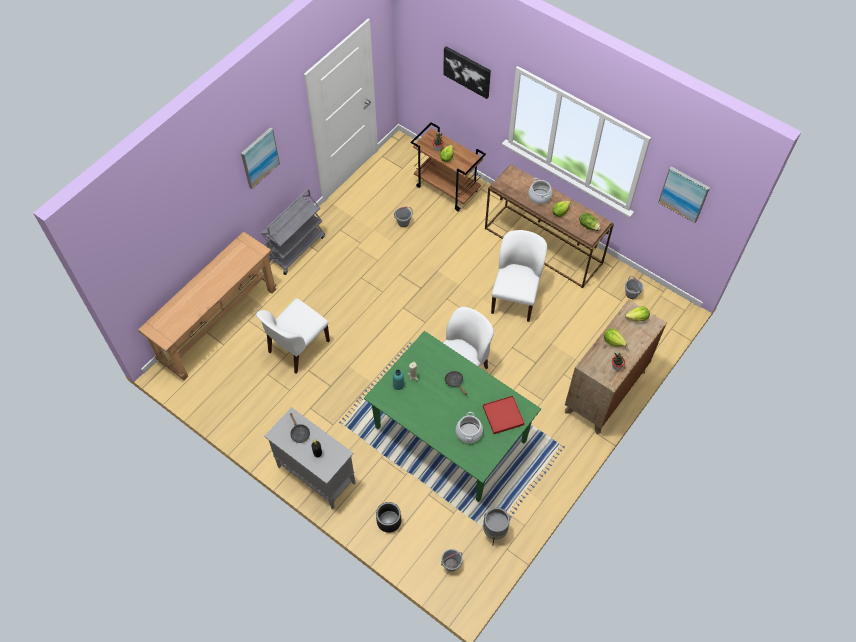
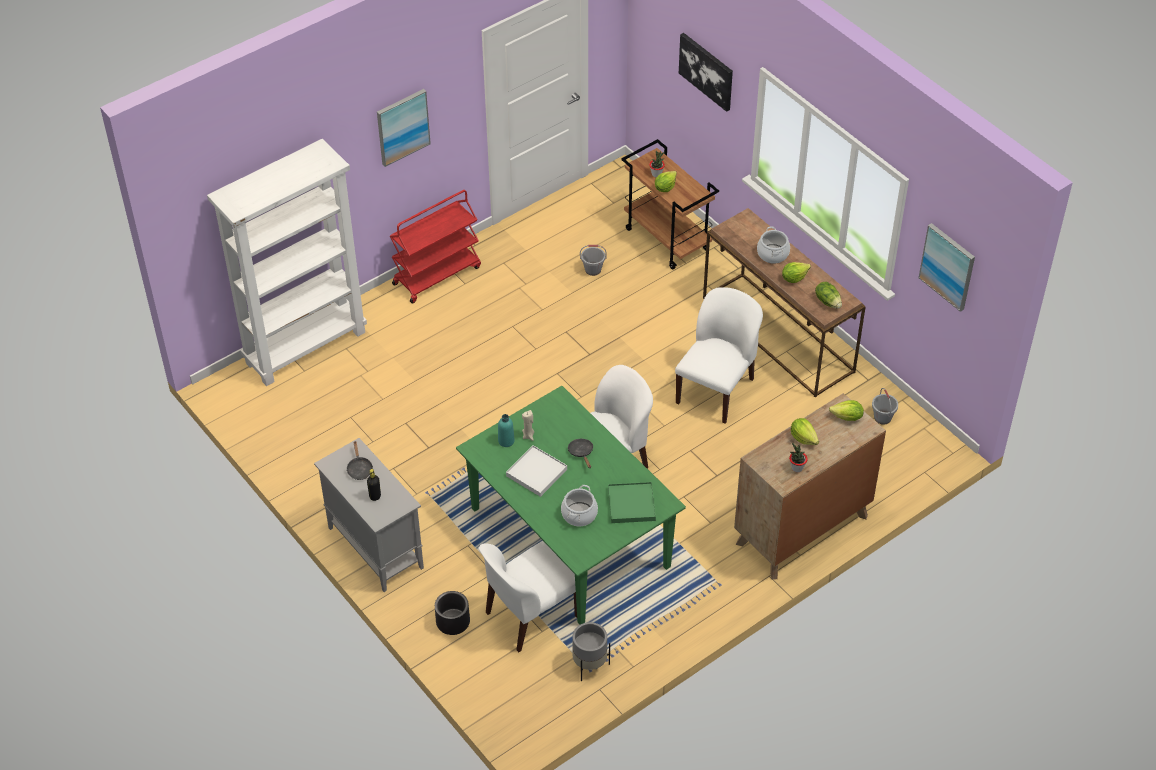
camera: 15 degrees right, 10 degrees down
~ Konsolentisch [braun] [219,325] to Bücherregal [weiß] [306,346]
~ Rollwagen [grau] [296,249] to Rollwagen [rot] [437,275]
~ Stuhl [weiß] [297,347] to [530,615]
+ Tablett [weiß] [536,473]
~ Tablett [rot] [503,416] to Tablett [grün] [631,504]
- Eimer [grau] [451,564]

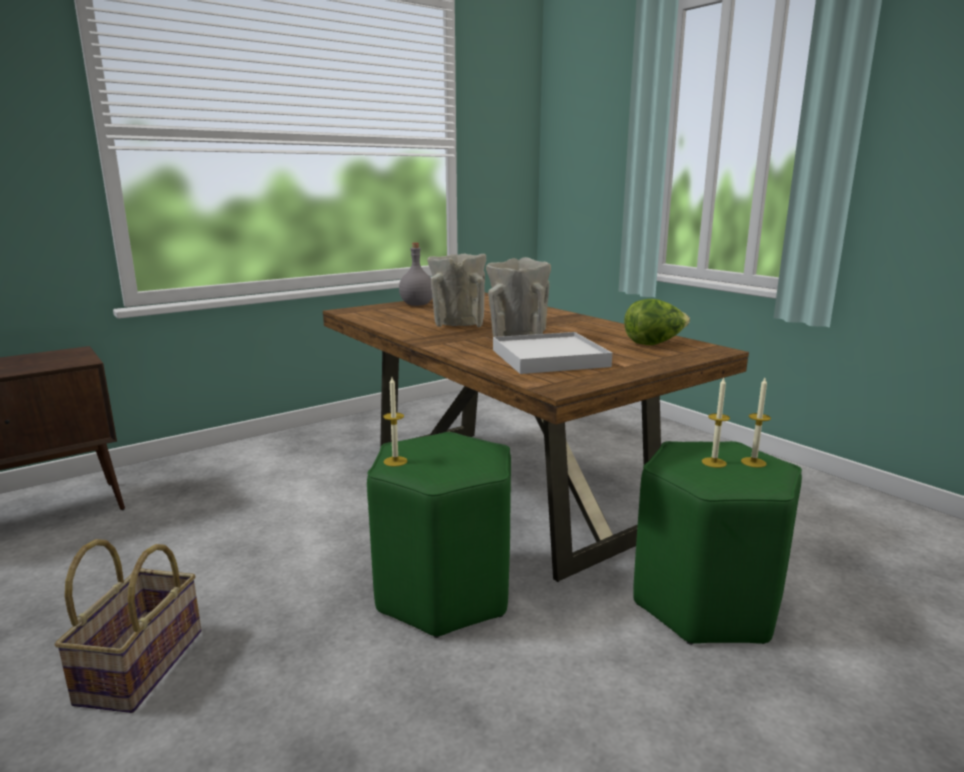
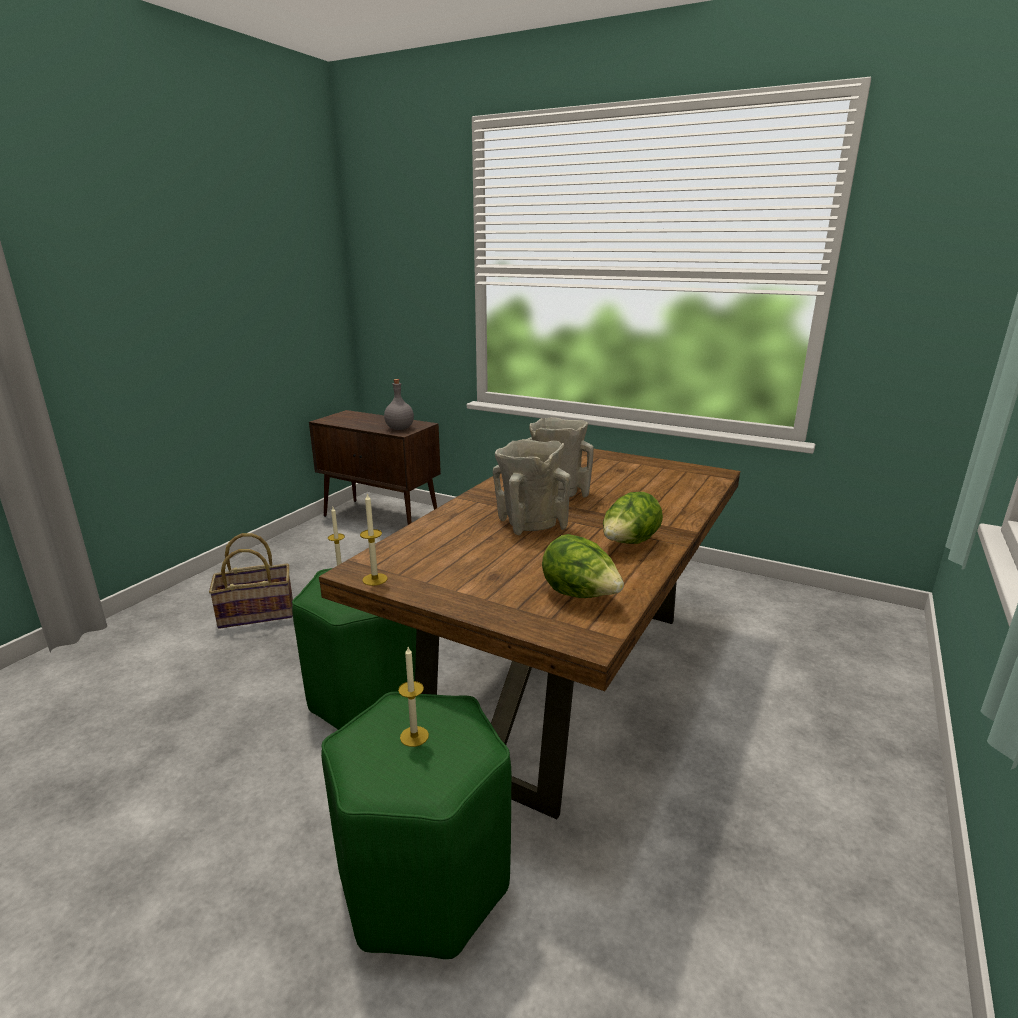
camera: 65 degrees right, 5 degrees up
~ Kerze [753,462] to [375,579]
~ Flasche [grau] [417,305] to [399,429]
+ Salatkopf [629,544]
- Tablett [weiß] [549,358]

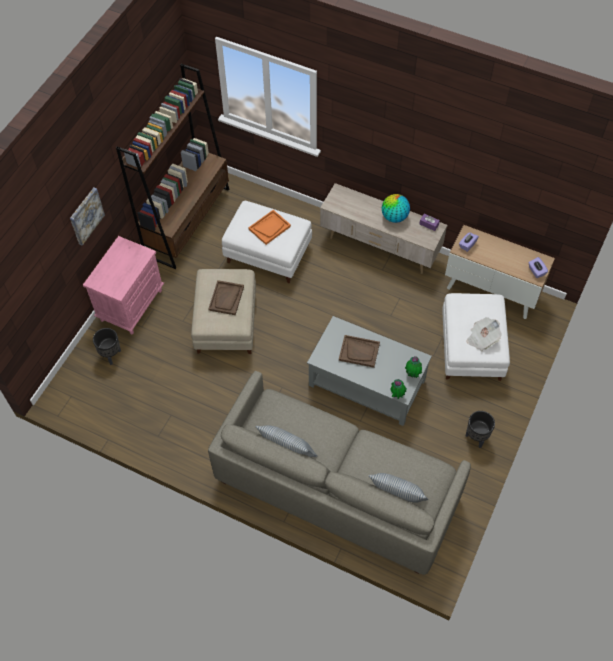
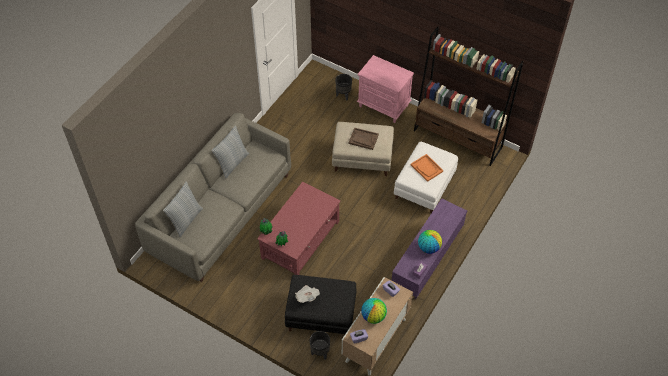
camera: 95 degrees right, 5 degrees down
~ Couchtisch [grau] [366,382] to Couchtisch [rot] [301,239]
~ Polsterhocker [weiß] [471,349] to Polsterhocker [schwarz] [320,315]
~ Pflanzkübel [schwarz] [476,437] to [320,352]
+ Globus [373,316]
~ Fernsehschrank [beige] [380,247] to Fernsehschrank [lila] [426,263]
- Bild [86,215]
- Tablett [braun] [359,351]

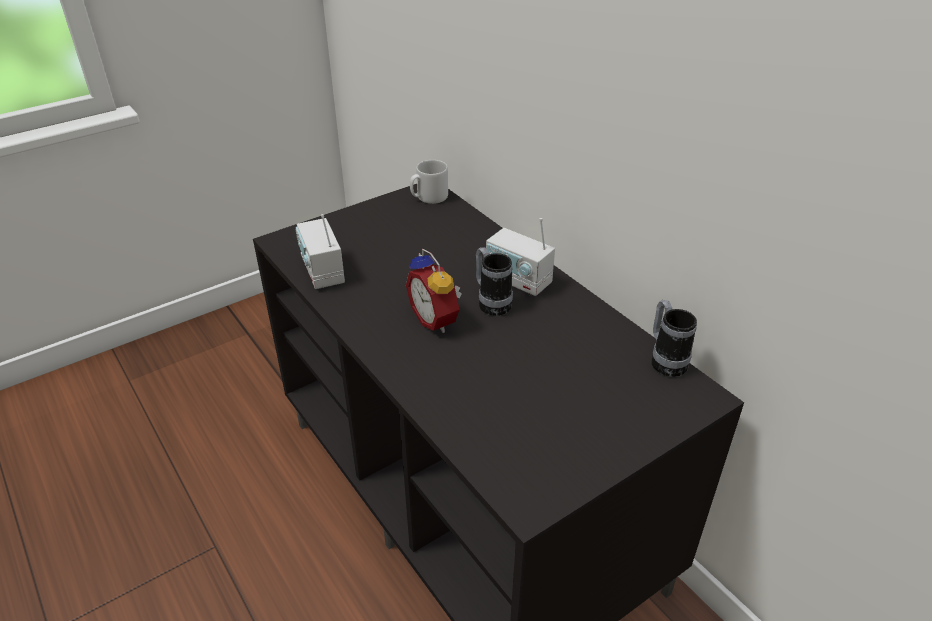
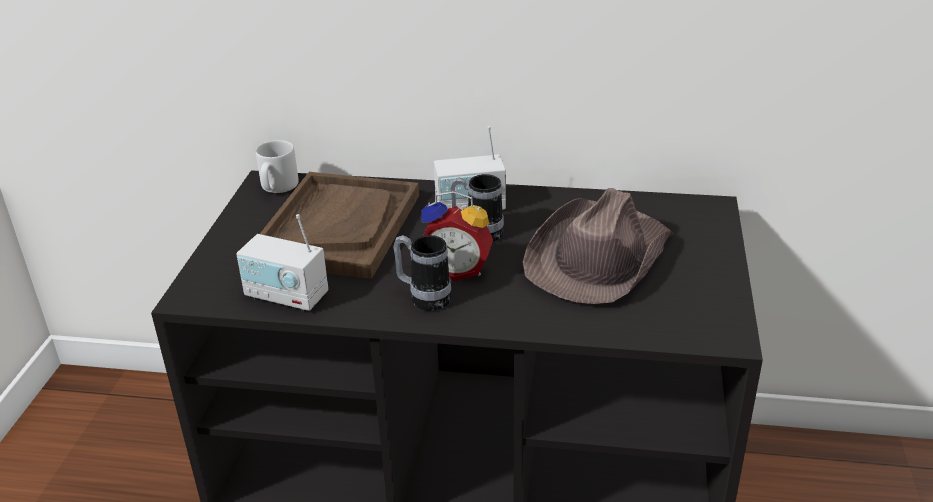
camera: 45 degrees left, 5 degrees down
+ Tablett [braun] [338,227]
~ Henkelbecher [665,360] to [424,298]
+ Hut [braun] [599,257]

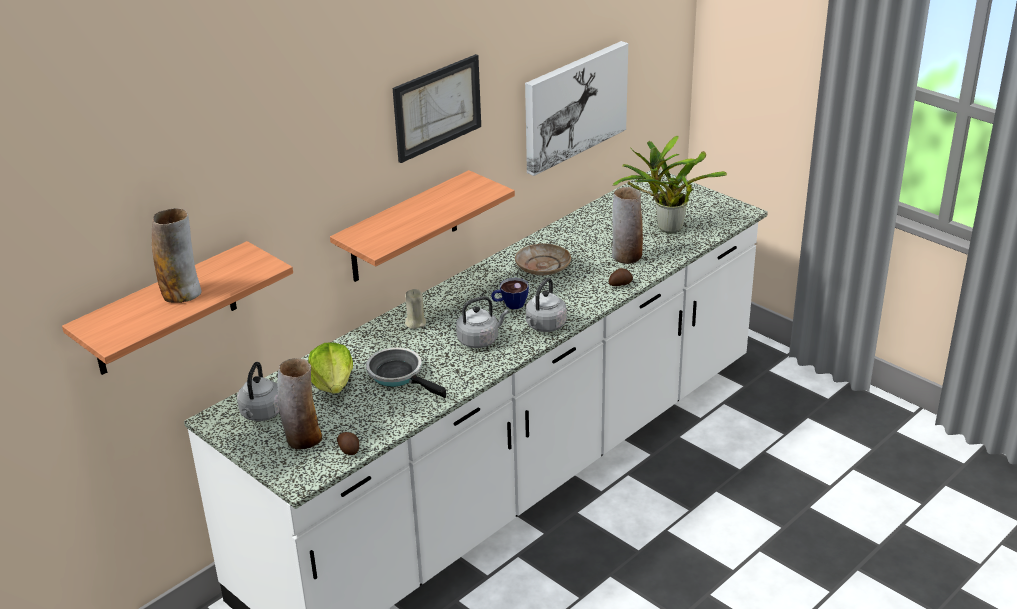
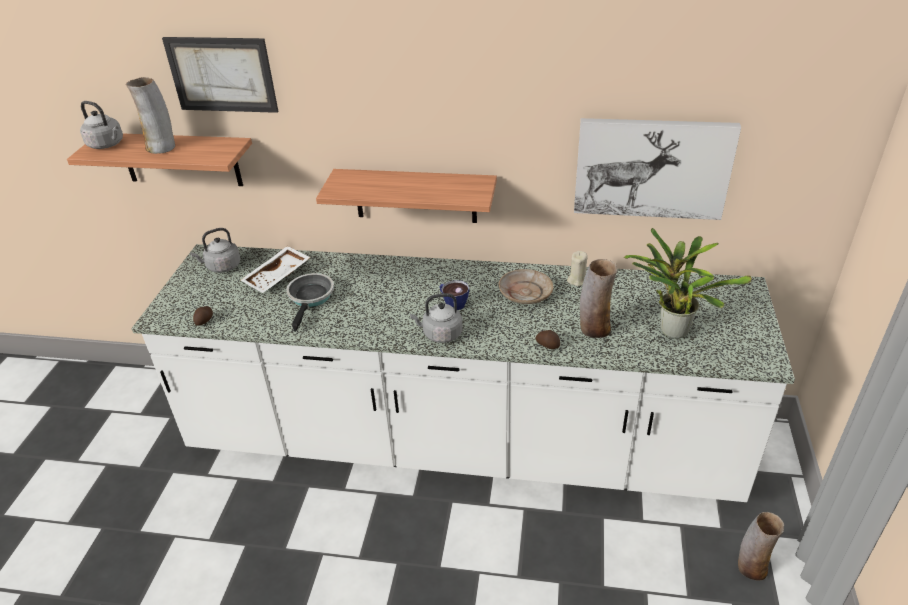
camera: 55 degrees right, 5 degrees up
~ Wasserkessel [grau] [480,340] to [107,145]
~ Bild [437,107] to [222,74]
~ Salatkopf [333,384] to Tablett [weiß] [278,277]
~ Kerze [beige] [415,323] to [577,280]
~ Vase [303,439] to [751,567]

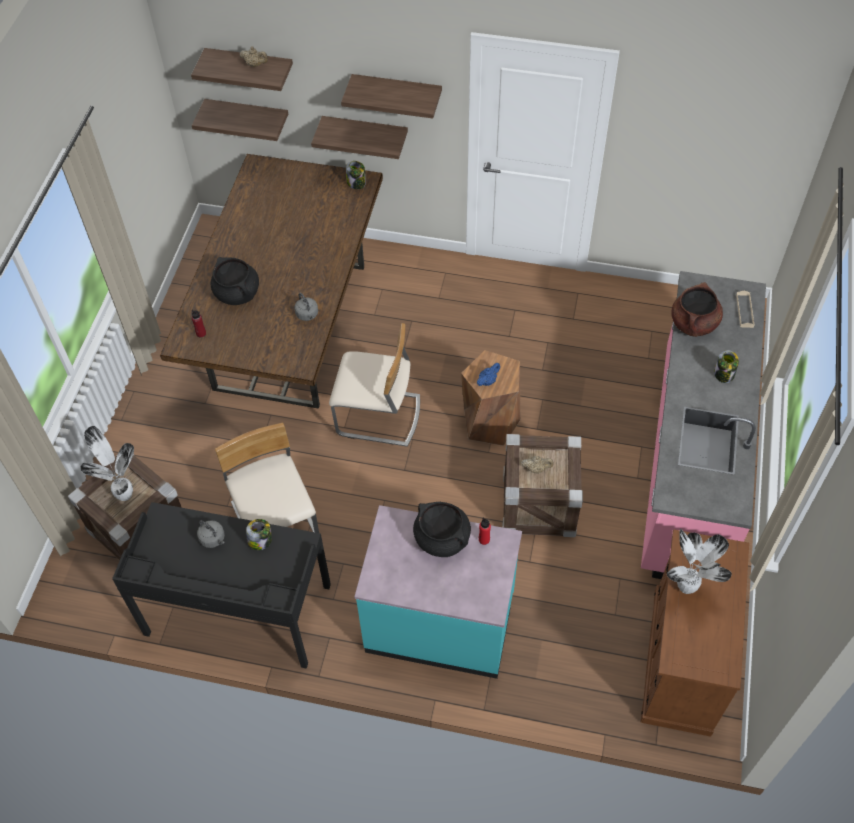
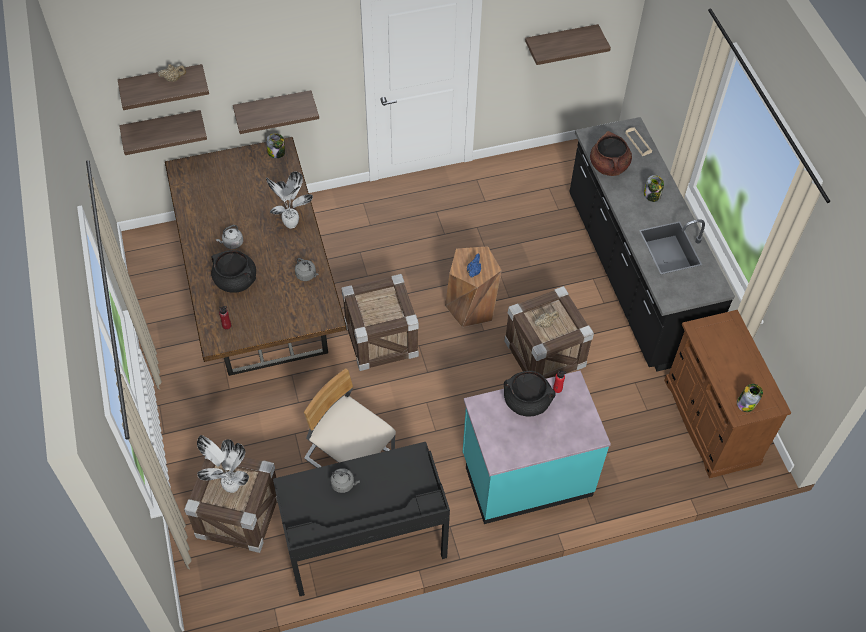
camera: 30 degrees left, 0 degrees up
+ Wasserkessel [grau] [232,243]
~ Topfpflanze [686,588] to [291,225]
~ Stuhl [beige] [378,416] to Kiste [381,339]
~ Wandregal [397,93] to [560,41]
~ Küchenzeile [rosa] [688,462] to Küchenzeile [schwarz] [632,276]
~ Vorratsglas [260,540] to [746,403]

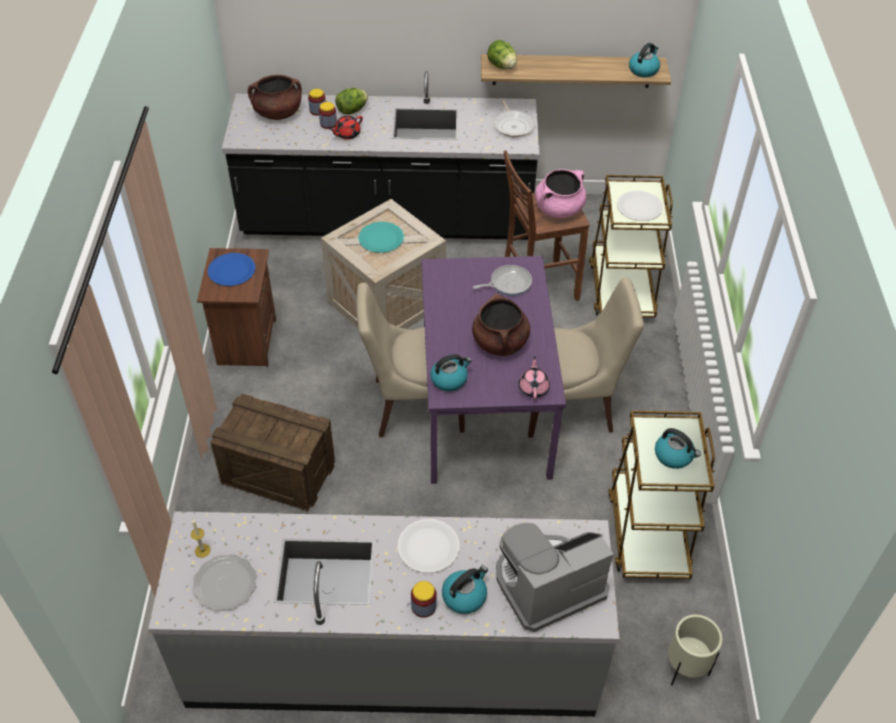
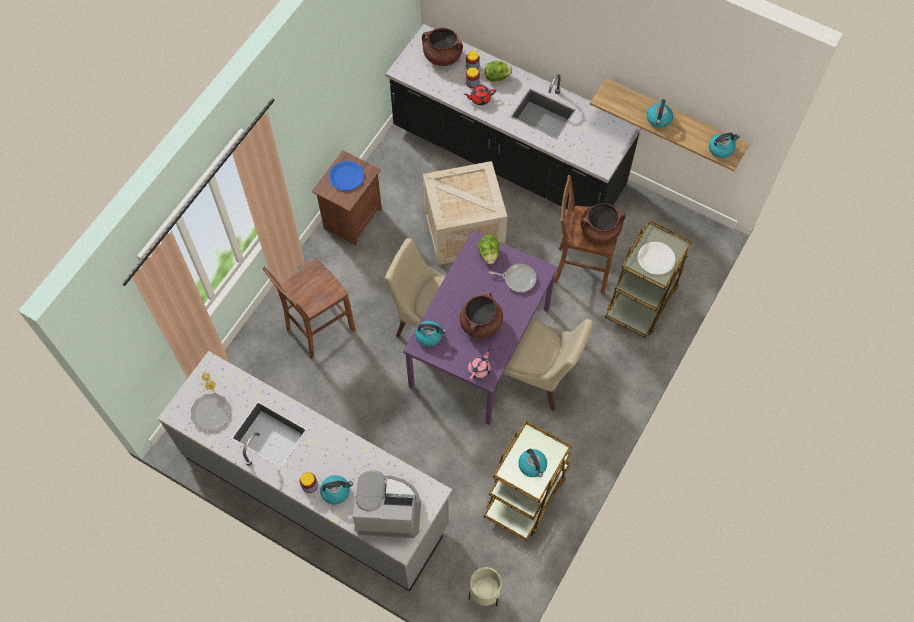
camera: 30 degrees right, 15 degrees up
~ Kiste [278,473] to Hocker [braun] [318,330]
~ Salatkopf [502,66] to [489,254]
~ Kochtopf [rosa] [559,209] to Kochtopf [braun] [600,230]
+ Wasserkessel [658,119]
- Teller [türkis] [381,238]
- Teller [weiß] [428,547]
- Pfanne [513,125]

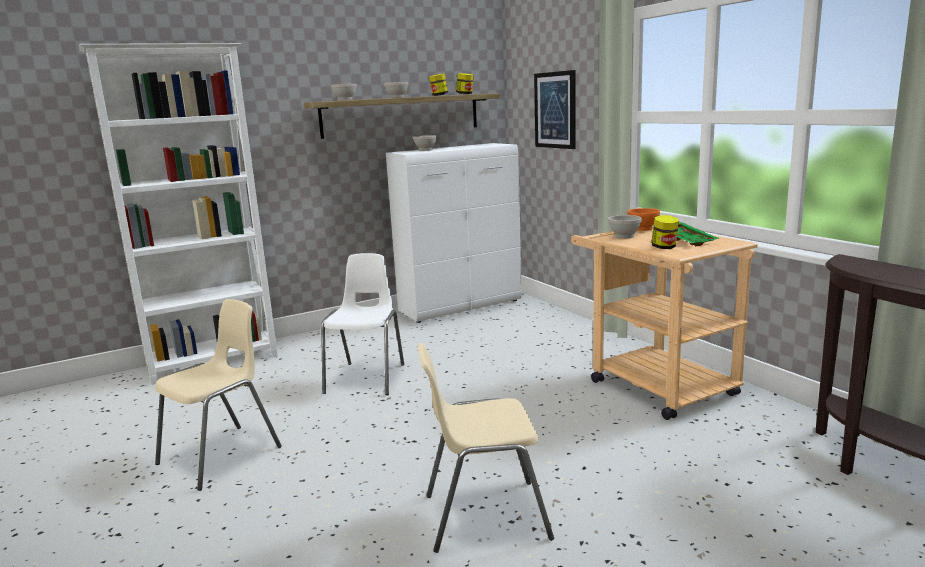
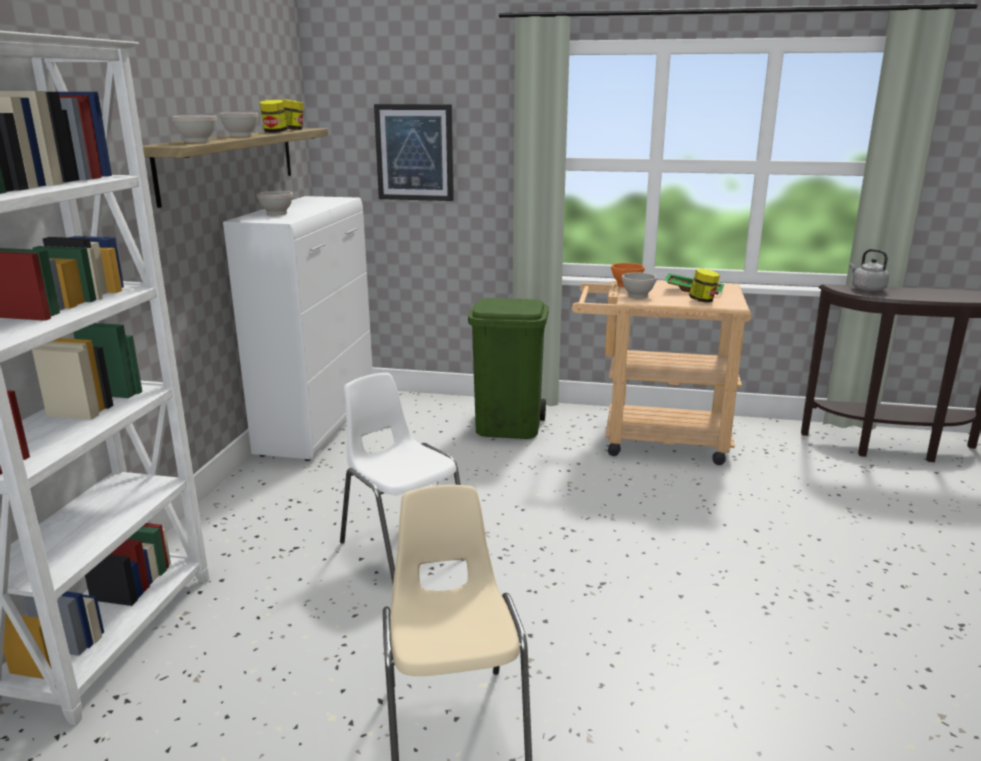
camera: 50 degrees left, 5 degrees up
+ Mülleimer [grün] [509,427]
+ Wasserkessel [grau] [866,289]
- Stuhl [beige] [484,516]

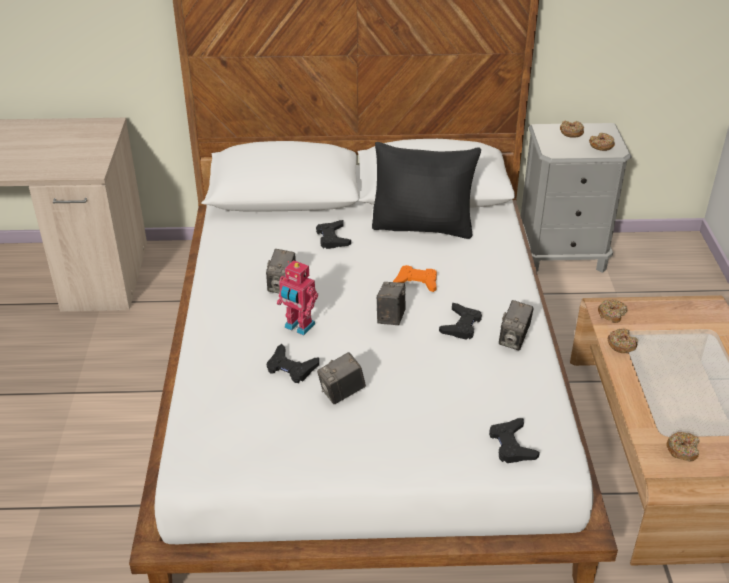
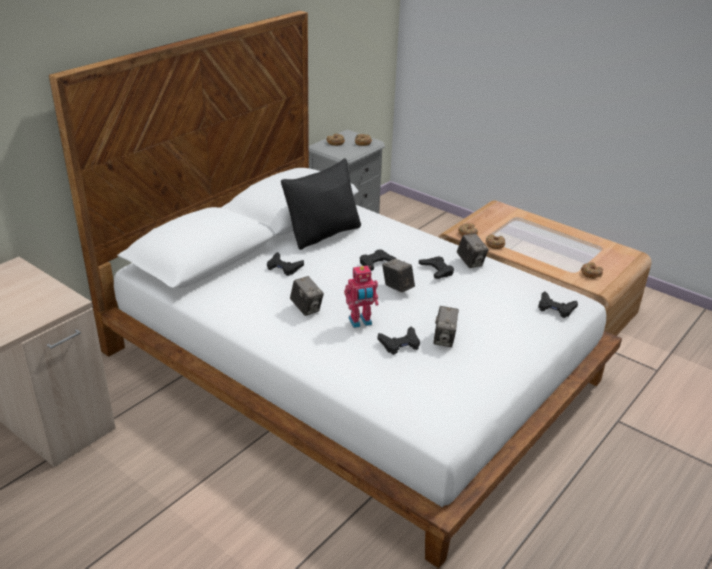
camera: 50 degrees left, 5 degrees down
~ Gamepad [orange] [416,282] to Gamepad [schwarz] [376,263]

